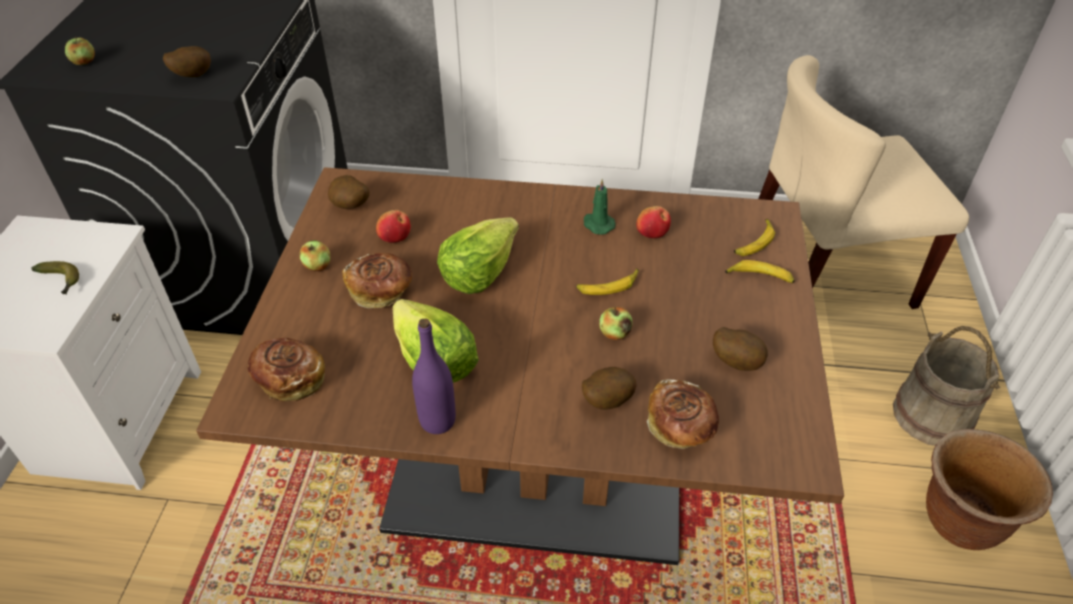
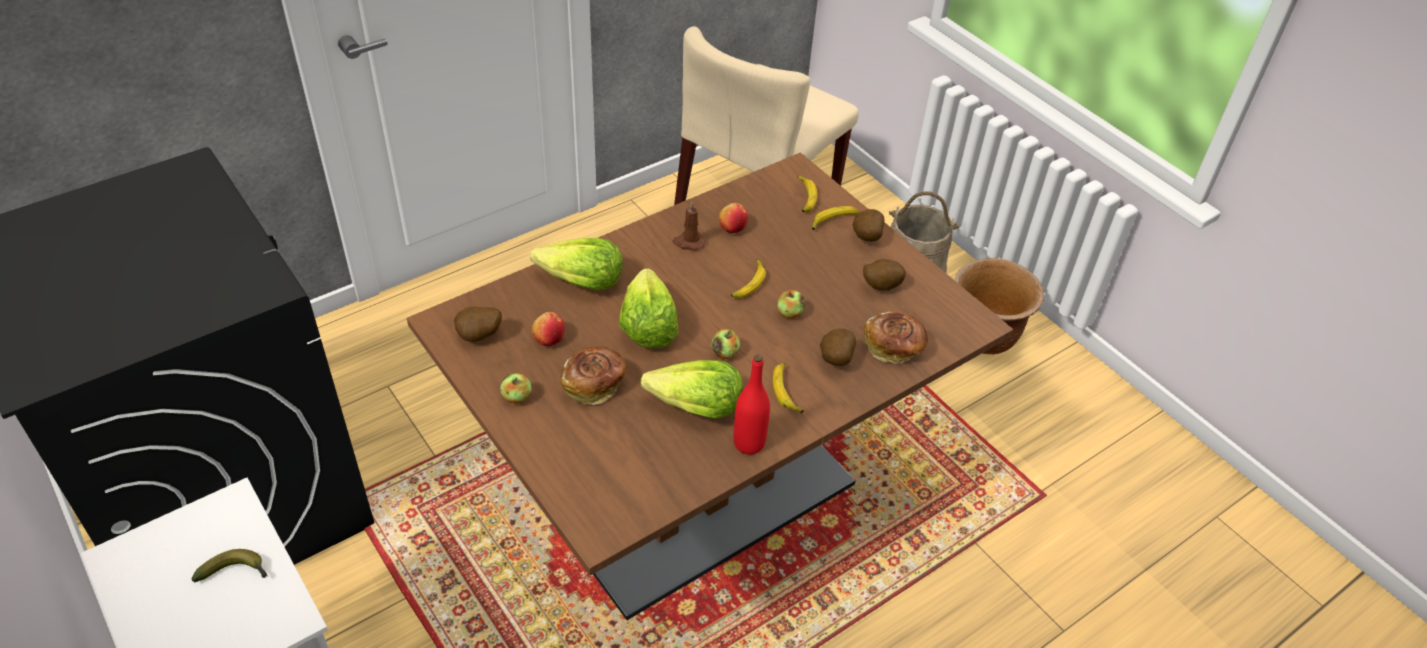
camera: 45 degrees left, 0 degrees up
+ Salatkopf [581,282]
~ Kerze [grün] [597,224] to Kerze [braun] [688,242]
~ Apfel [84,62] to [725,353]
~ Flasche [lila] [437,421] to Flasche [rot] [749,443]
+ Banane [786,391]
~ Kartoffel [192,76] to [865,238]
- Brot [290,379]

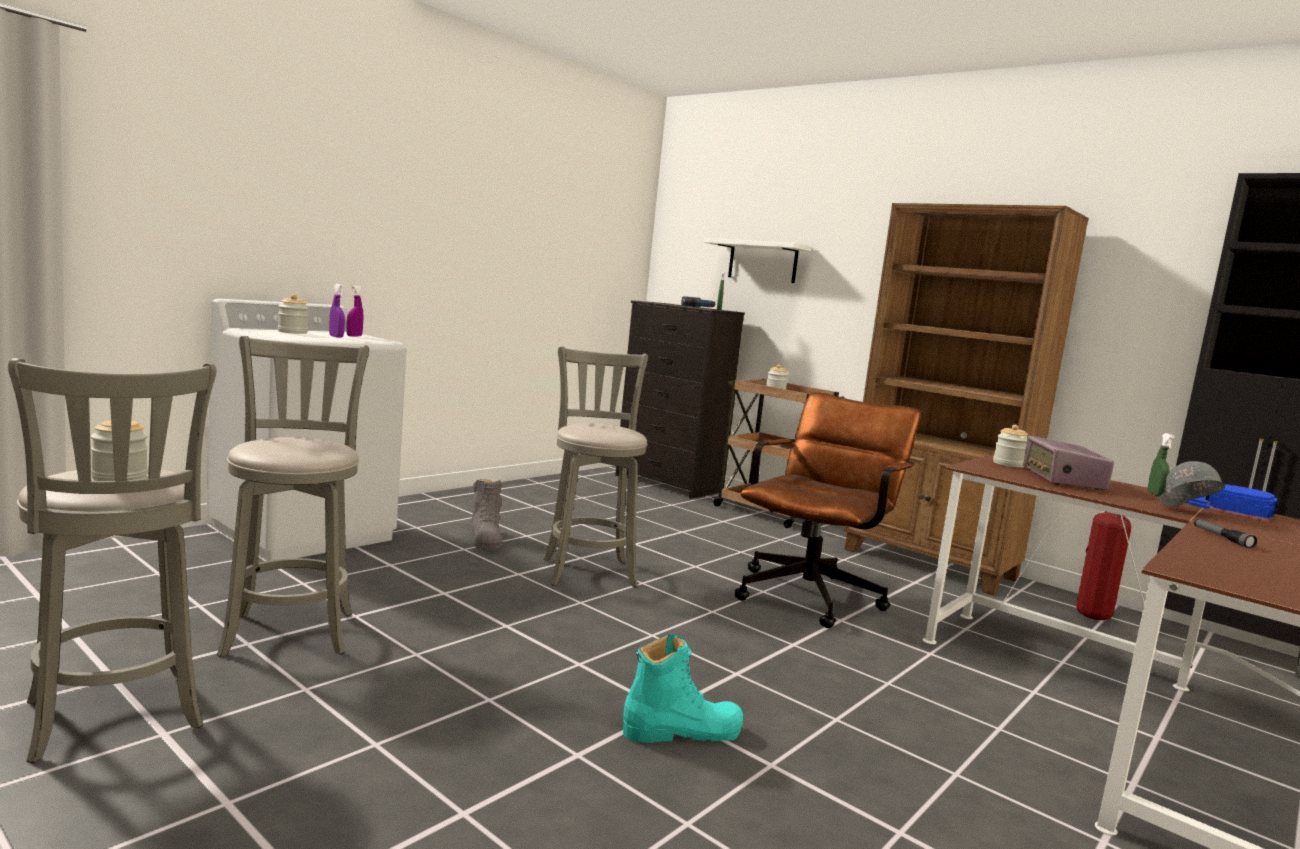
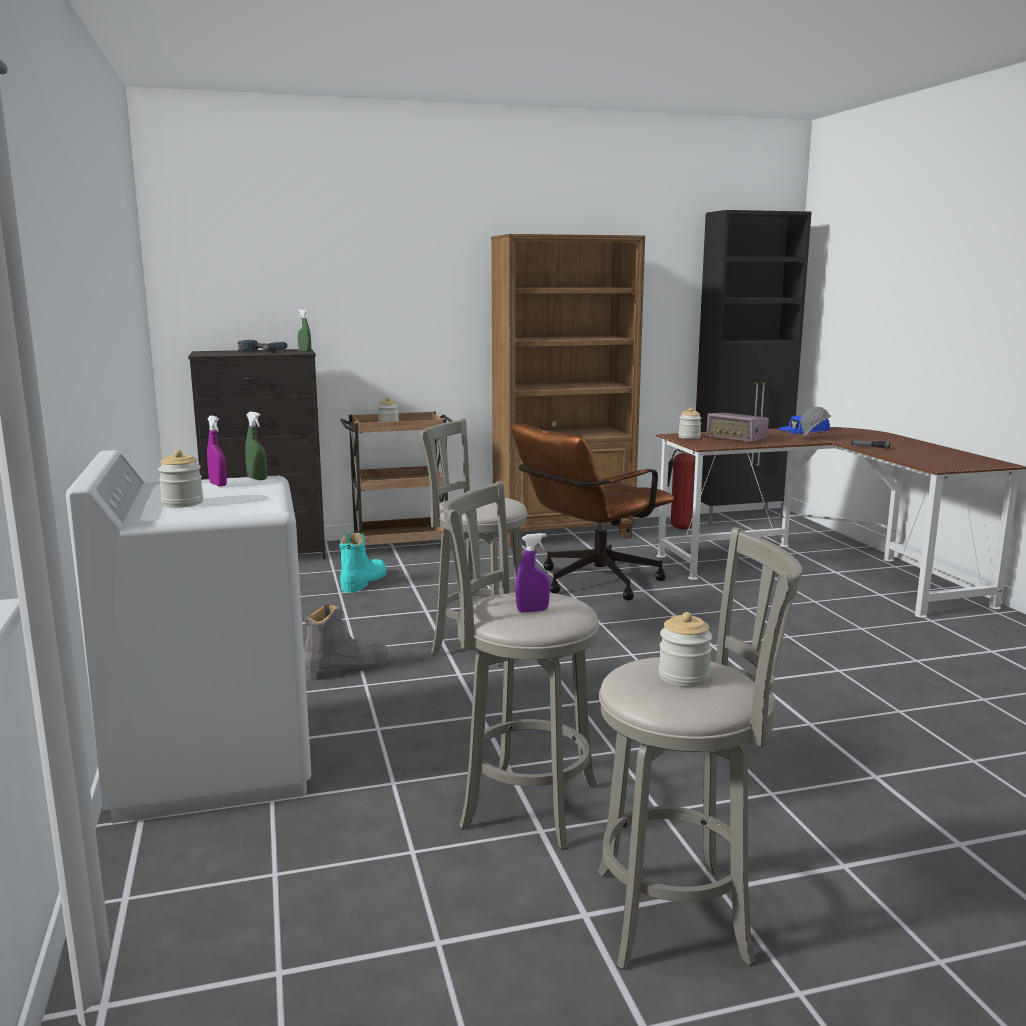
camera: 55 degrees left, 5 degrees up
~ Sprühflasche [grün] [1155,494] to [257,479]
~ Stiefel [grau] [485,539] = [346,669] 45 degrees counterclockwise
~ Stiefel [türkis] [682,731] to [363,582]
~ Bürostuhl [braun] [813,593] = [590,583] 105 degrees counterclockwise
~ Sprühflasche [lila] [336,336] to [532,610]
- Wandregal [weiß] [762,261]

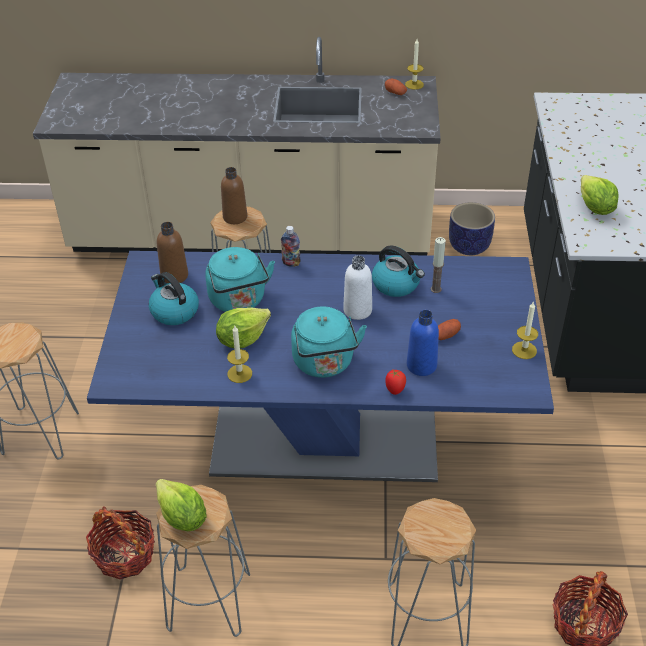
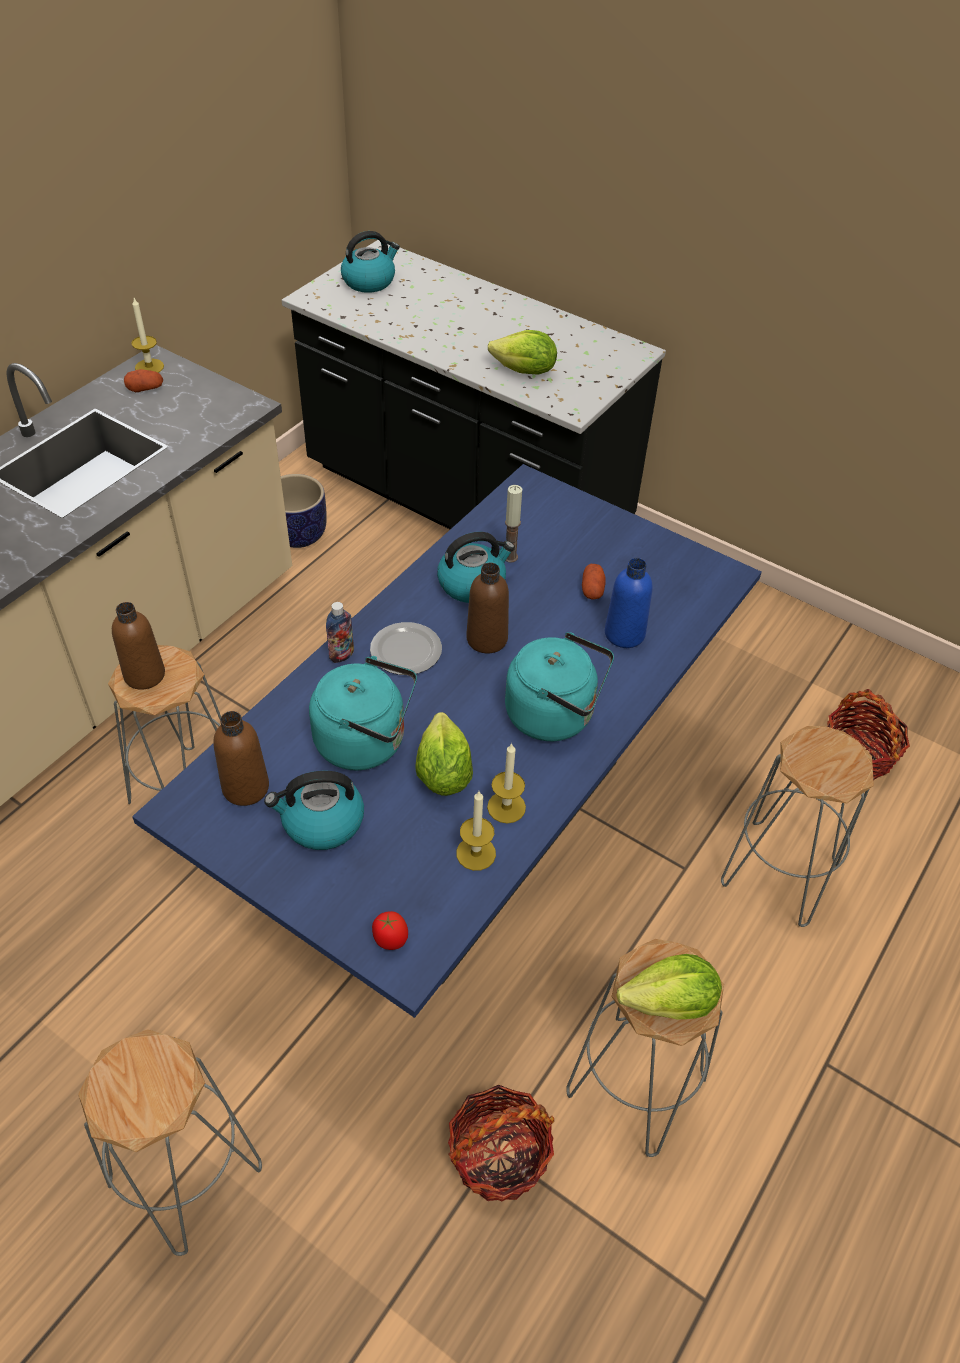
camera: 60 degrees left, 5 degrees up
+ Wasserkessel [369,281]
+ Teller [405,652]
~ Tomate [395,390] to [390,940]
~ Kerze [524,350] to [476,853]
~ Flasche [weiß] [357,310] to Flasche [braun] [487,639]

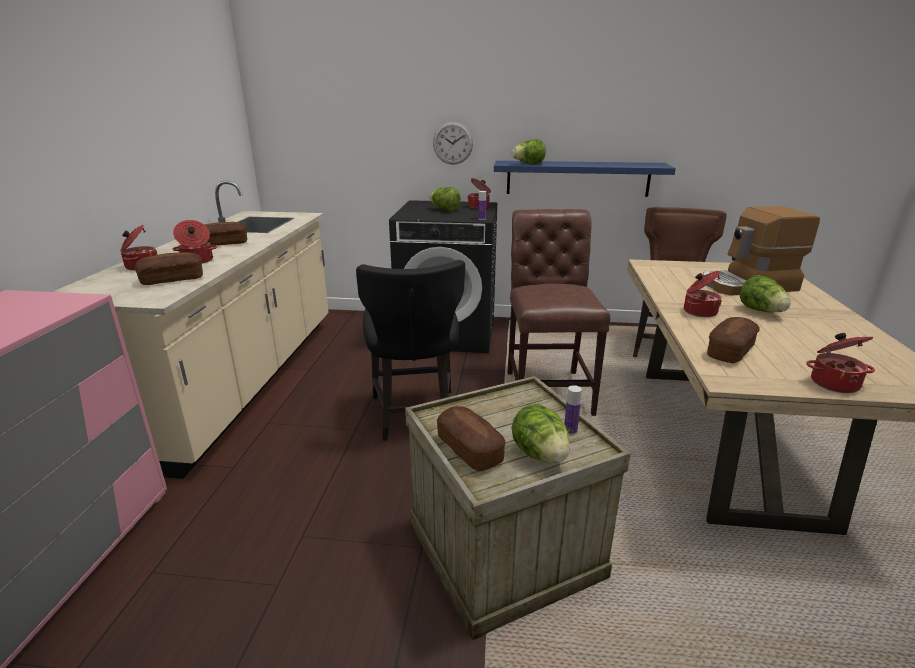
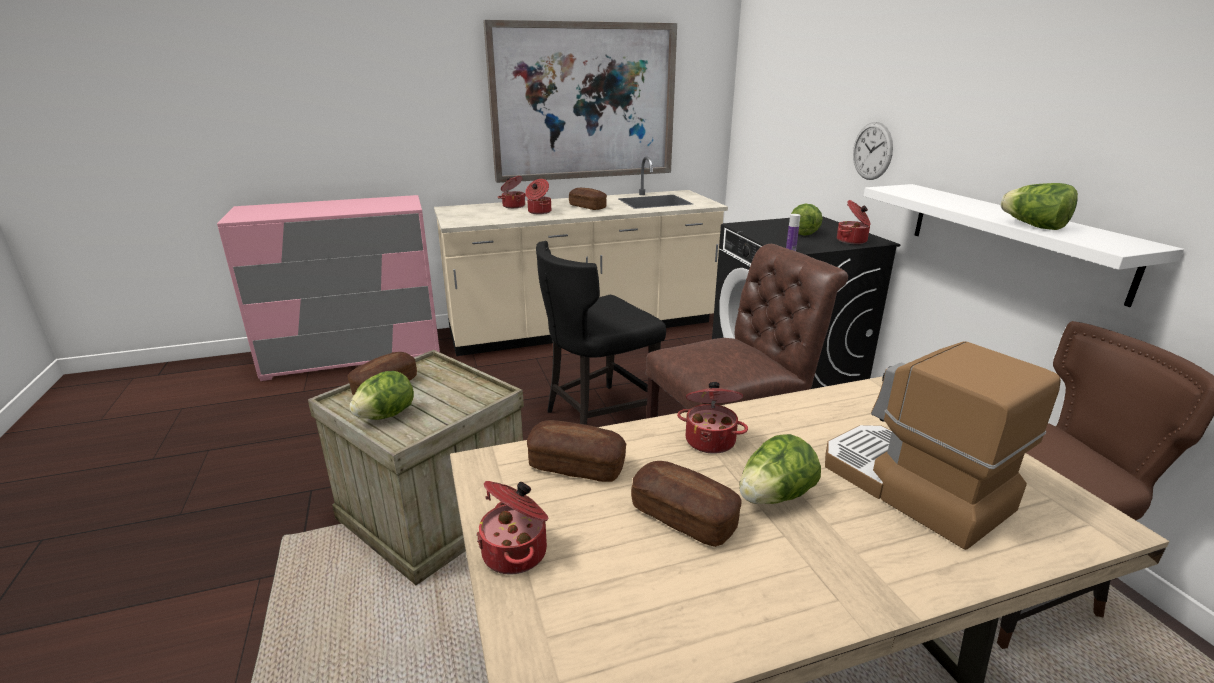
camera: 65 degrees right, 0 degrees up
+ Bild [583,102]
~ Brot [172,279] to [683,517]
~ Wandregal [blau] [577,178] to Wandregal [weiß] [1012,237]
~ Salatkopf [528,164] to [1034,226]
- Flasche [570,430]

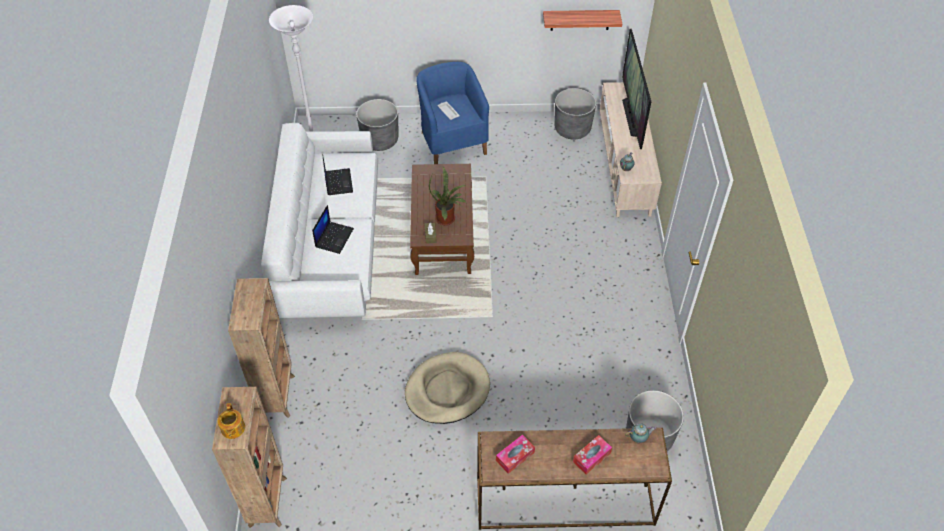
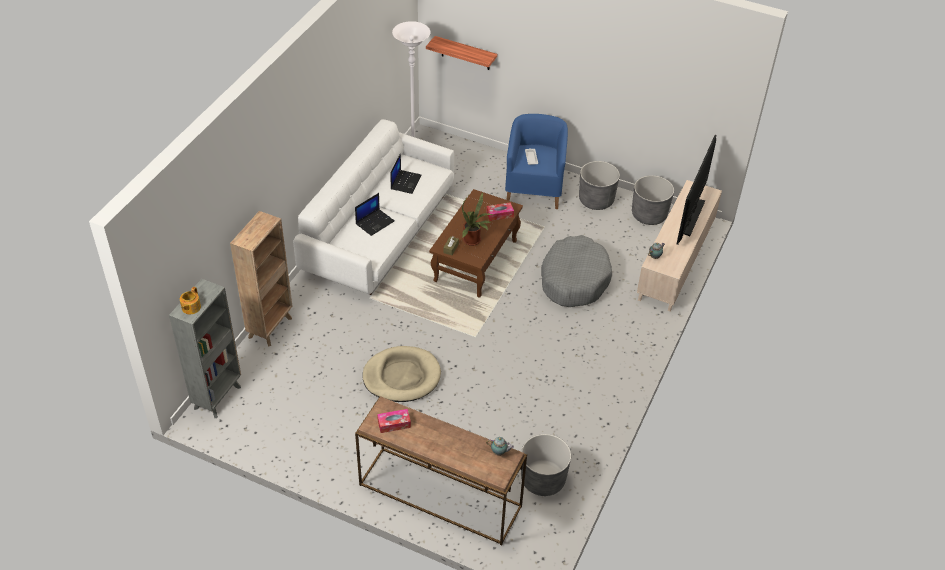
camera: 25 degrees right, 5 degrees down
~ Bücherregal [braun] [268,500] to Bücherregal [grau] [218,397]
~ Wandregal [580,20] to [465,53]
~ Taschentuchbox [591,457] to [500,214]
+ Hundebett [grau] [574,279]
~ Pflanzkübel [grau] [380,140] to [596,200]

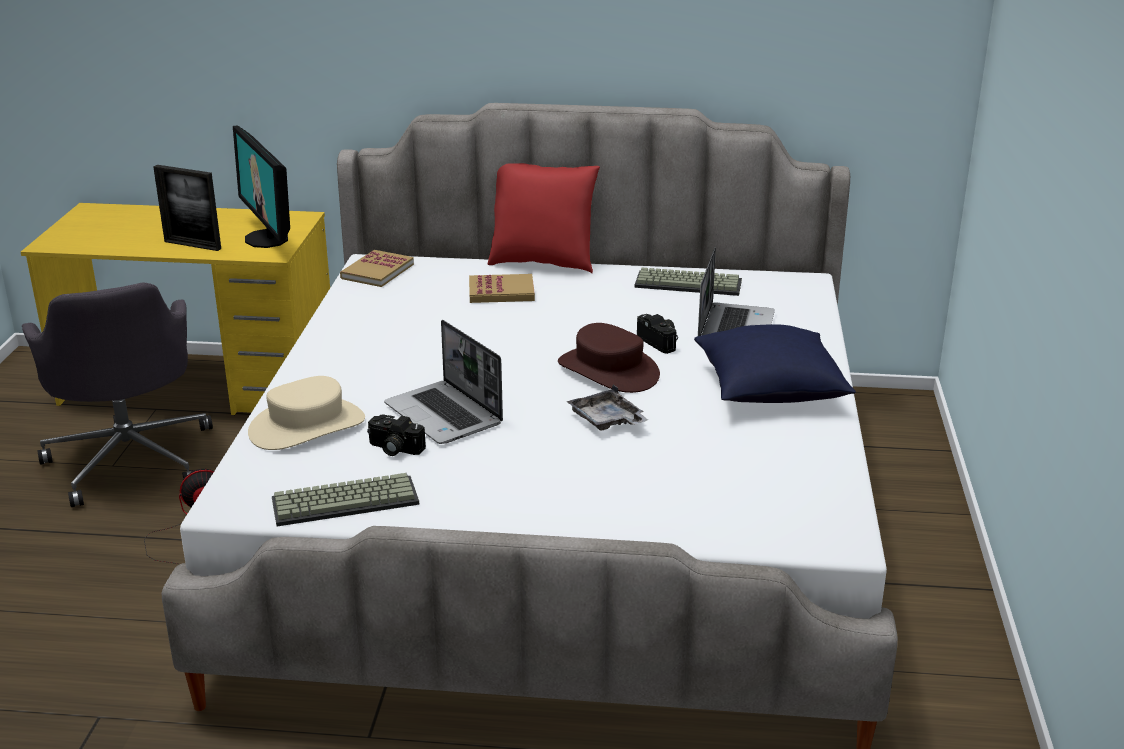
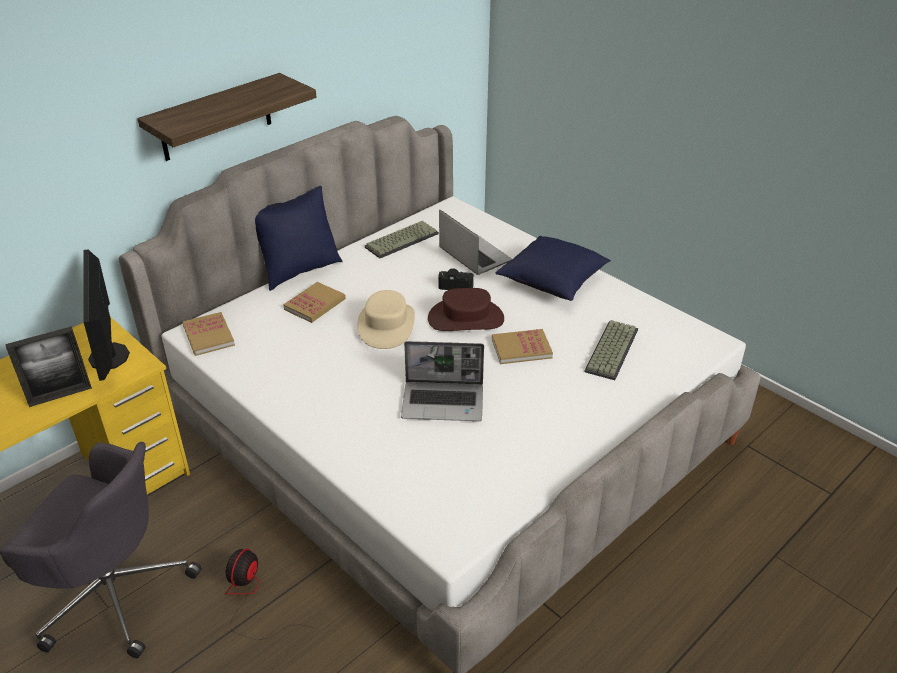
camera: 50 degrees left, 10 degrees up
~ Monitor [267,239] = [110,356] 60 degrees clockwise
+ Wandregal [216,118]
~ Kissen [rot] [542,263] to Kissen [blau] [299,271]
~ Hut [beige] [307,426] to [386,325]
~ Tablett [grau] [607,420] to Buch [521,348]
~ Tastatur [346,500] to [610,349]
- Kamera [393,449]

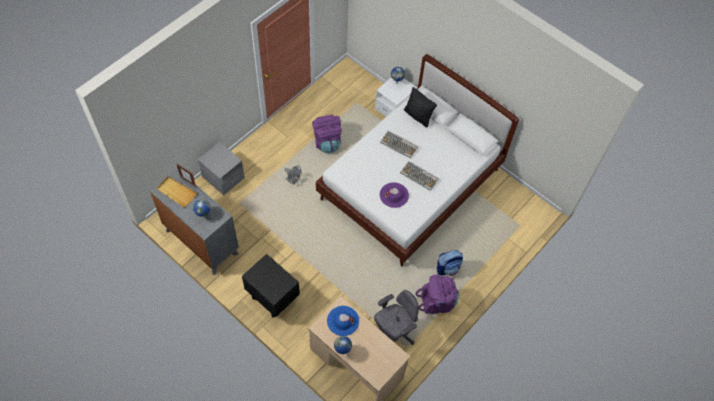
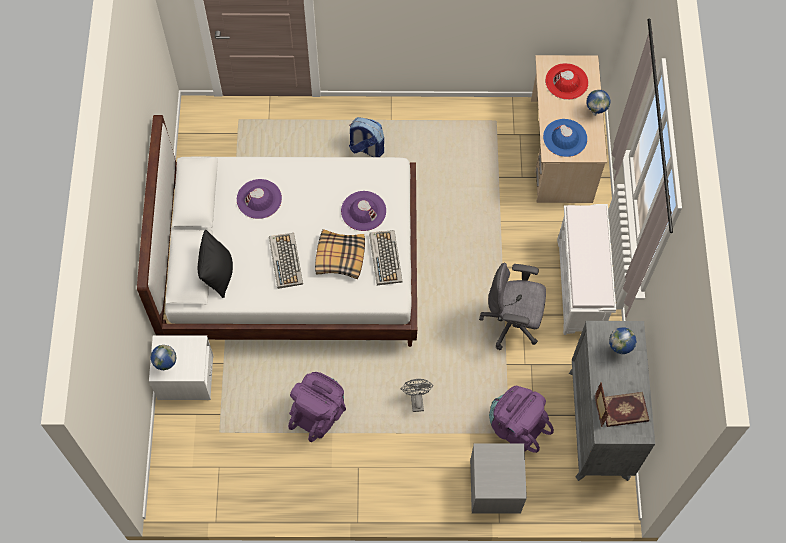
camera: 130 degrees left, 5 degrees up
+ Hut [lila] [259,199]
+ Kissen [339,257]
~ Tastatur [419,176] to [385,257]
~ Bürostuhl [grau] [394,332] to [512,323]
~ Rucksack [lila] [437,302] to [516,426]
+ Hut [rot] [566,81]
~ Nachttisch [schwarz] [272,297] to Bank [weiß] [580,287]
~ Tablett [beige] [176,192] to Buch [624,411]

